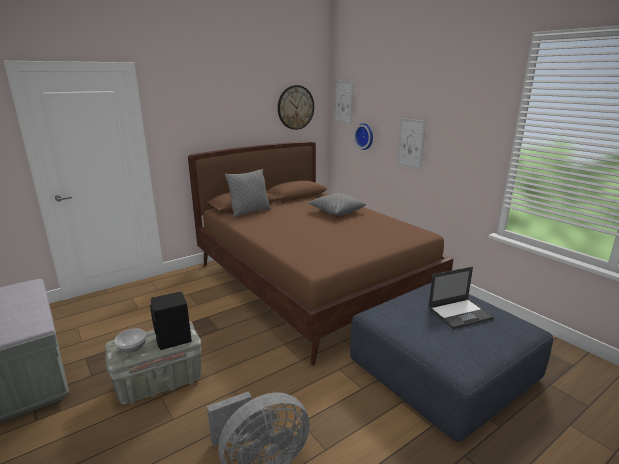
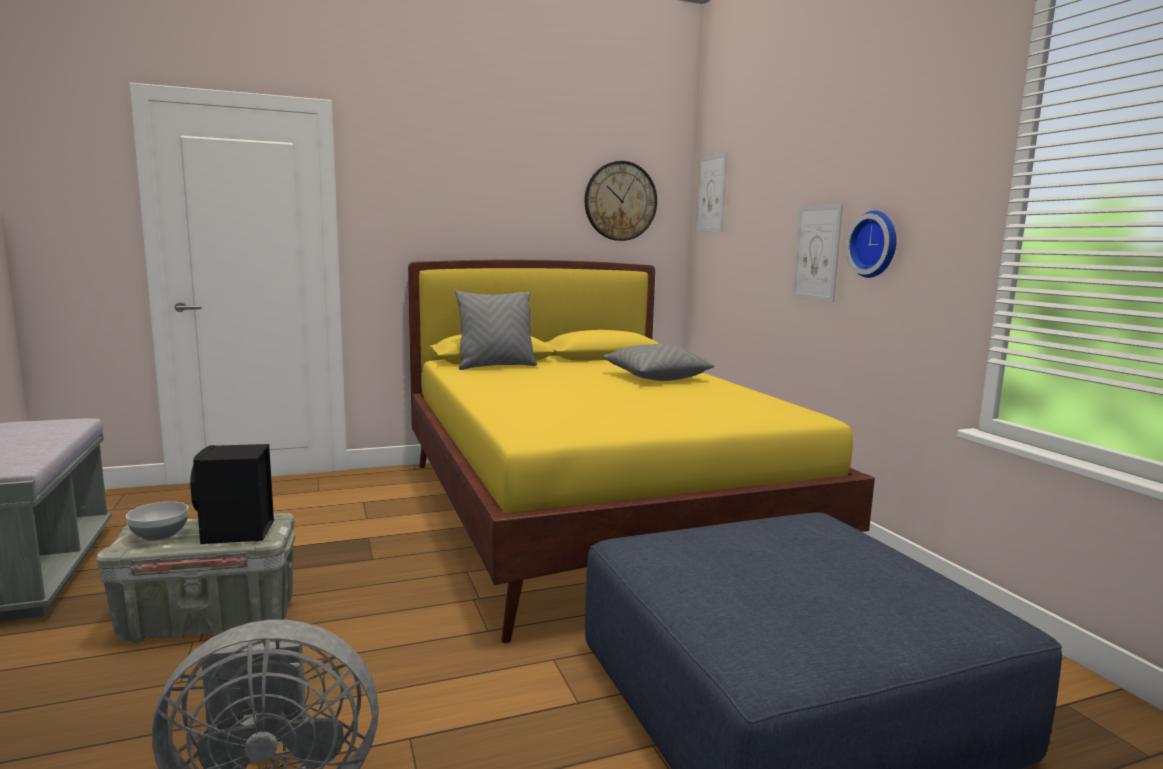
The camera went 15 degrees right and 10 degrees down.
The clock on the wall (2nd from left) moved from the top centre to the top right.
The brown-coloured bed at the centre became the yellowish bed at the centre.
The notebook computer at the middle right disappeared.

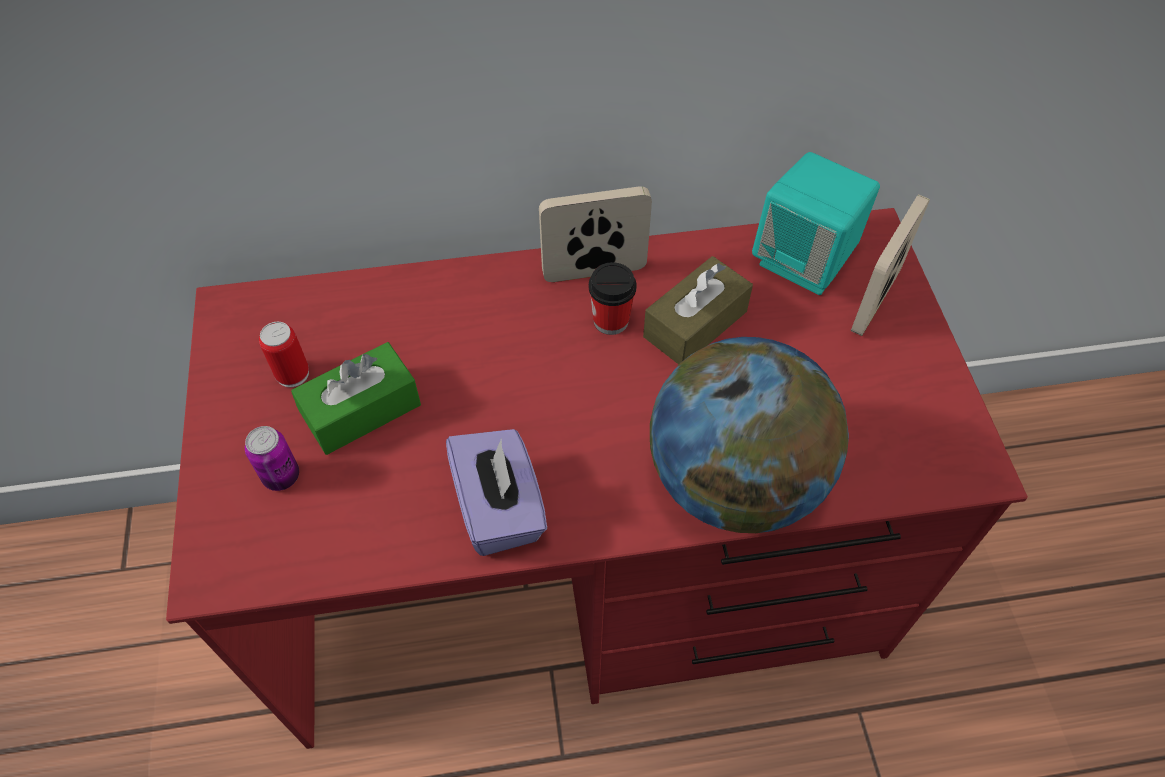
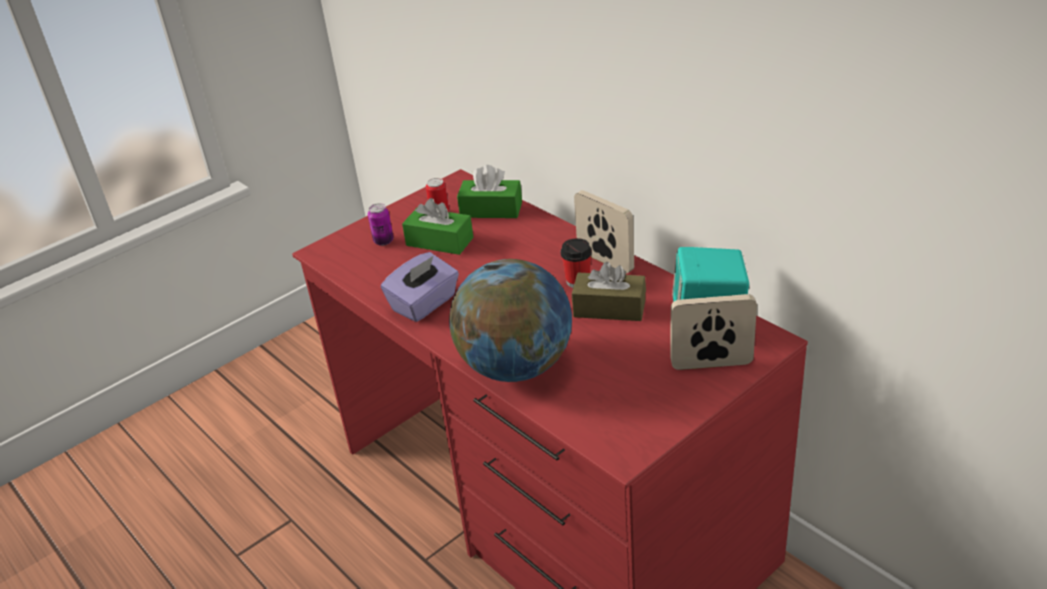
The camera went 60 degrees right and 20 degrees down.
The greenish box of tissues (2nd from left) at the top centre appeared.

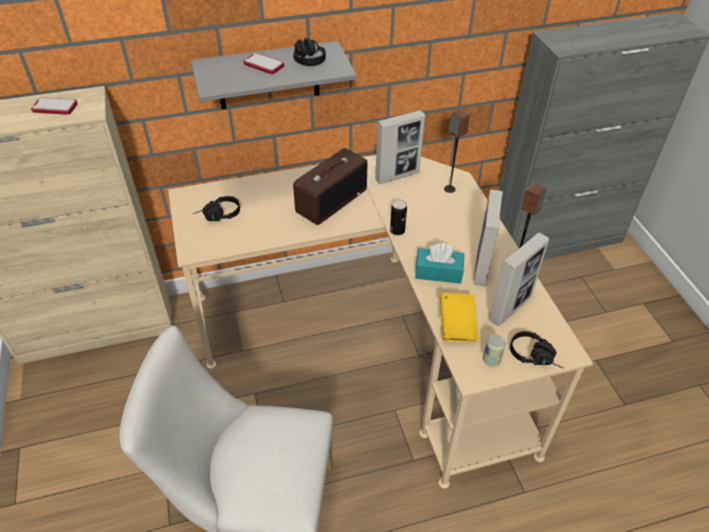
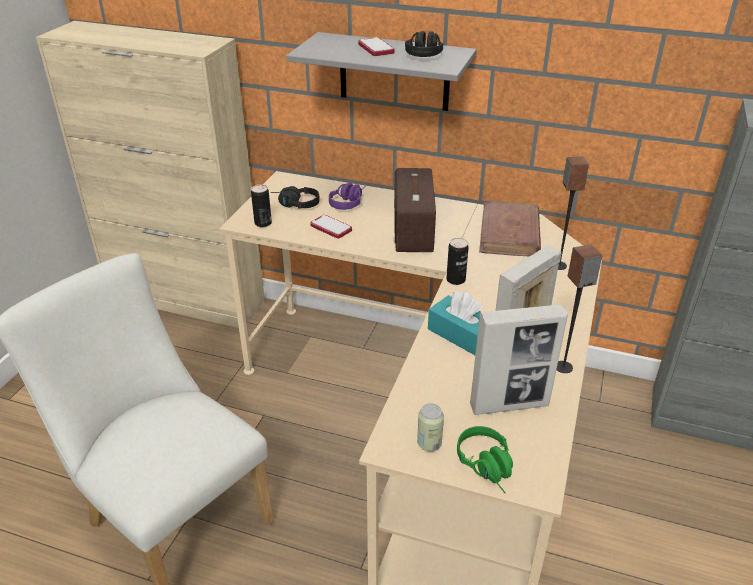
The camera went 35 degrees right and 10 degrees down.
The telephone (1st from left) moved from the top left to the centre.
The photo frame (1st from left) at the top centre was replaced by the brown-coloured bound book at the middle right.
The radio at the centre turned 105 degrees clockwise.
The yellowish bound book at the centre disappeared.
The black headphones (3rd from left) at the middle right became the greenish headphones at the bottom centre.
The purple-coloured headphones at the centre appeared.
The can (1st from left) at the centre appeared.

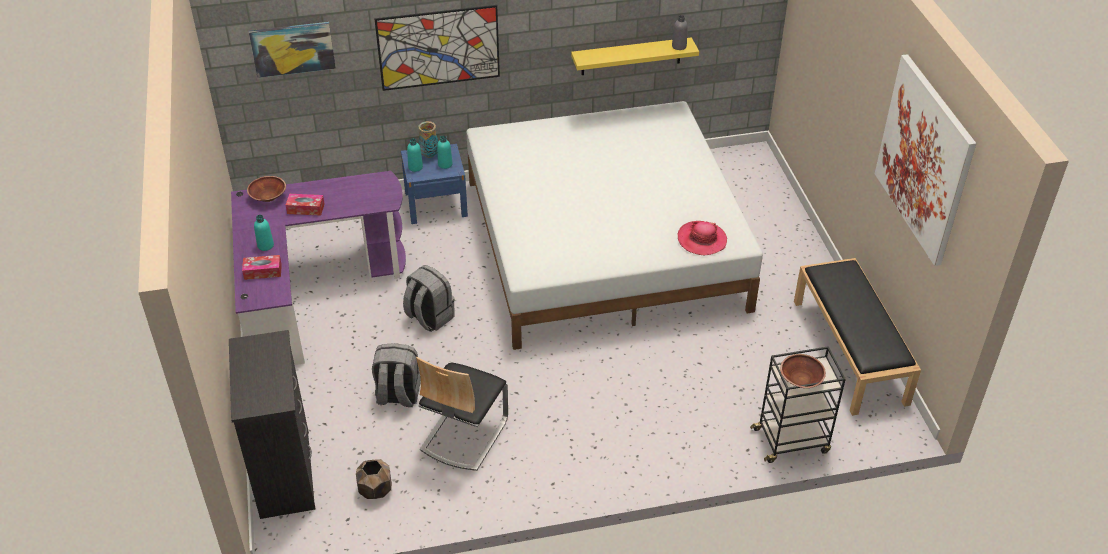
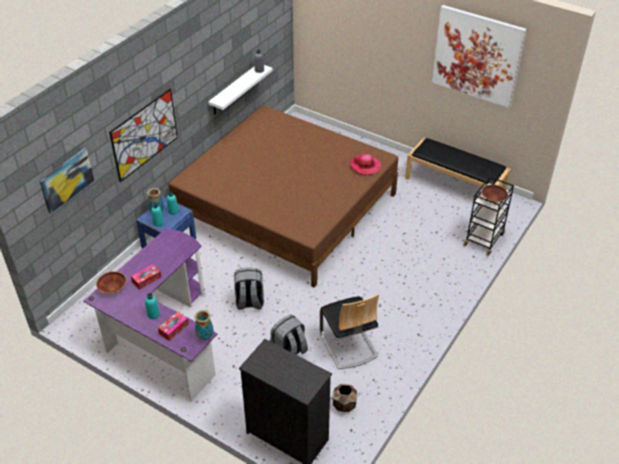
The camera went 45 degrees left and 0 degrees up.
The yellowish wall shelf at the top centre became the white wall shelf at the top centre.
The white bed at the centre became the brown-coloured bed at the centre.
The vase (2nd from left) at the bottom left appeared.

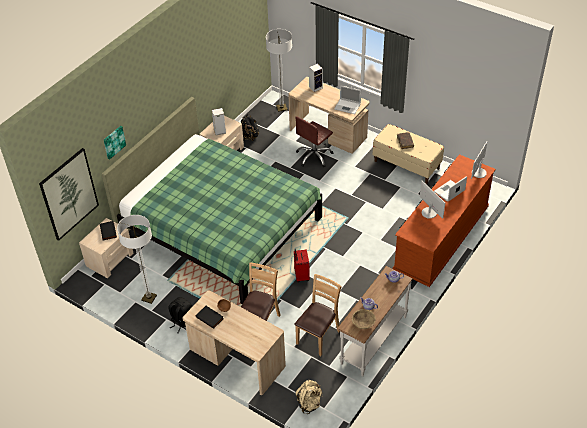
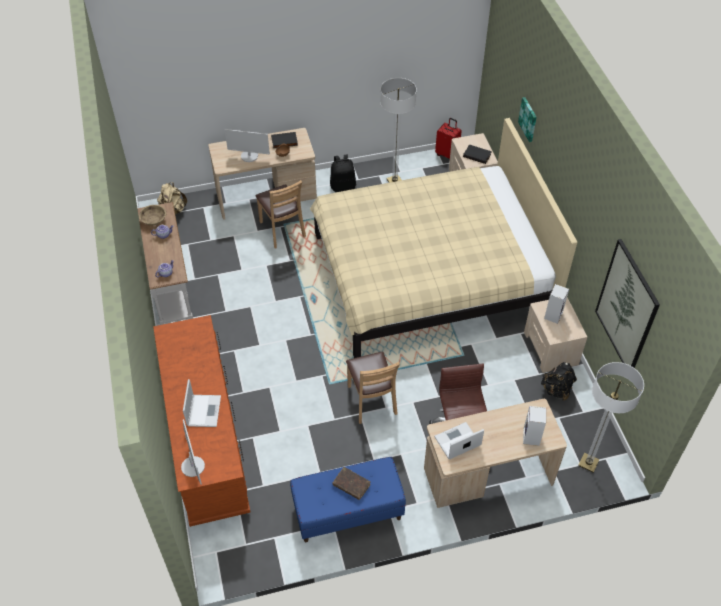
The camera went 130 degrees right and 5 degrees up.
The greenish bed at the centre became the sand-coloured bed at the centre.
The sand-coloured indoor bench at the middle right became the bluish indoor bench at the bottom centre.
The wall picture (1st from left in the first image) moved from the middle left to the middle right.
The computer screen (1st from left in the first image) moved from the middle right to the top centre.
The red piece of luggage moved from the centre to the top centre.
The brown-coloured upright chair (2nd from left) moved from the bottom centre to the centre.

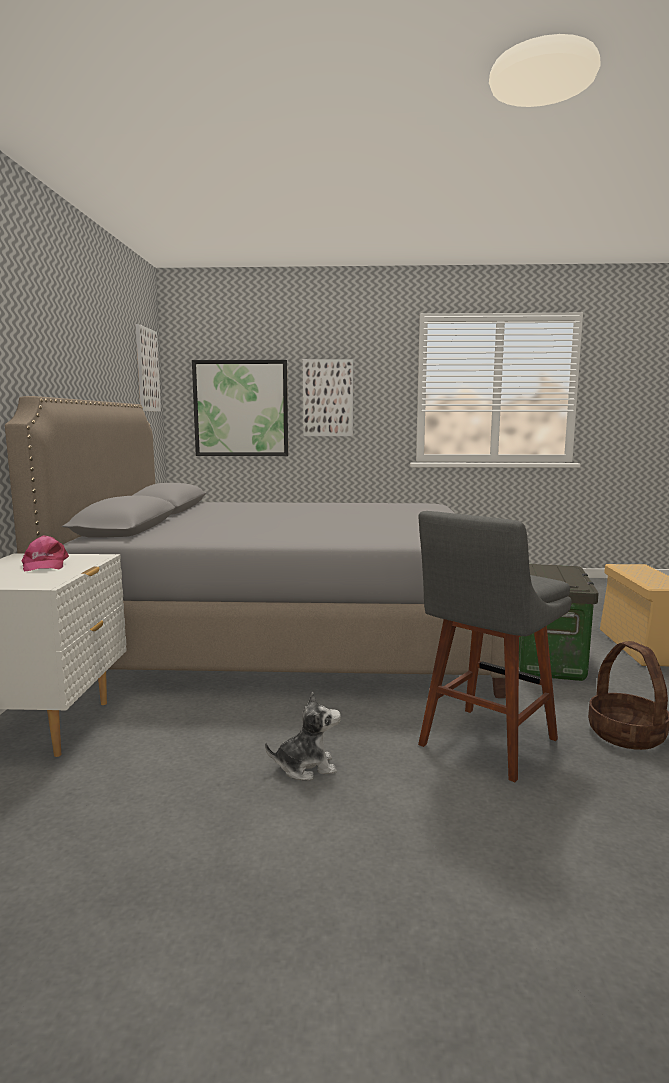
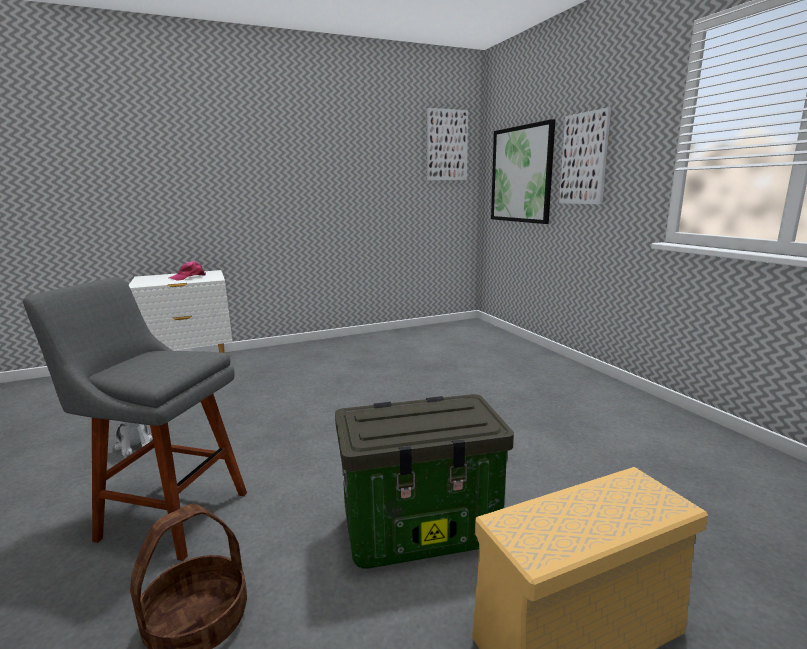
The camera went 65 degrees right and 5 degrees up.
The grey bed at the centre disappeared.

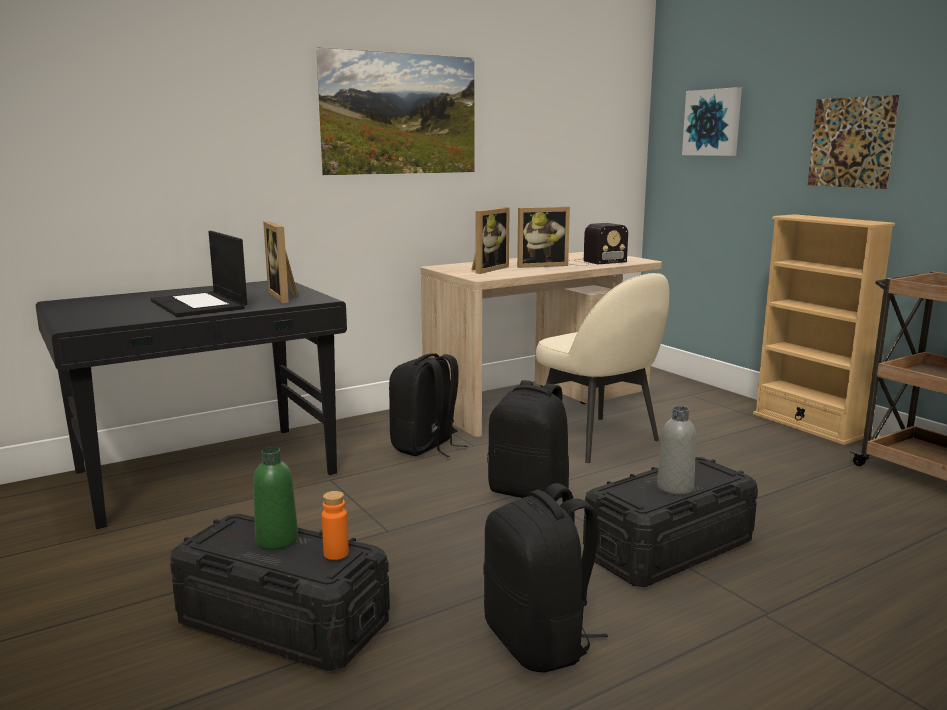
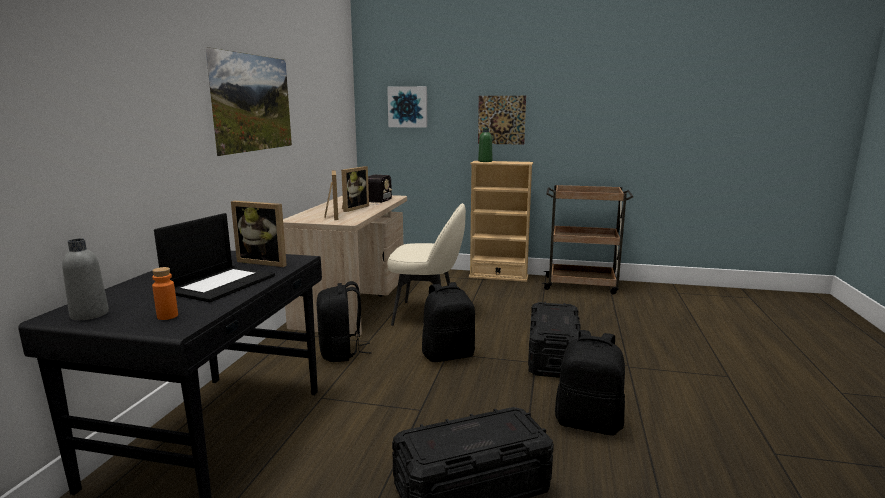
The camera went 45 degrees left and 0 degrees up.
The notebook computer at the middle left turned 75 degrees counterclockwise.
The grey beverage bottle moved from the middle right to the middle left.
The greenish beverage bottle moved from the bottom left to the top centre.
The orangey beverage bottle moved from the bottom centre to the middle left.

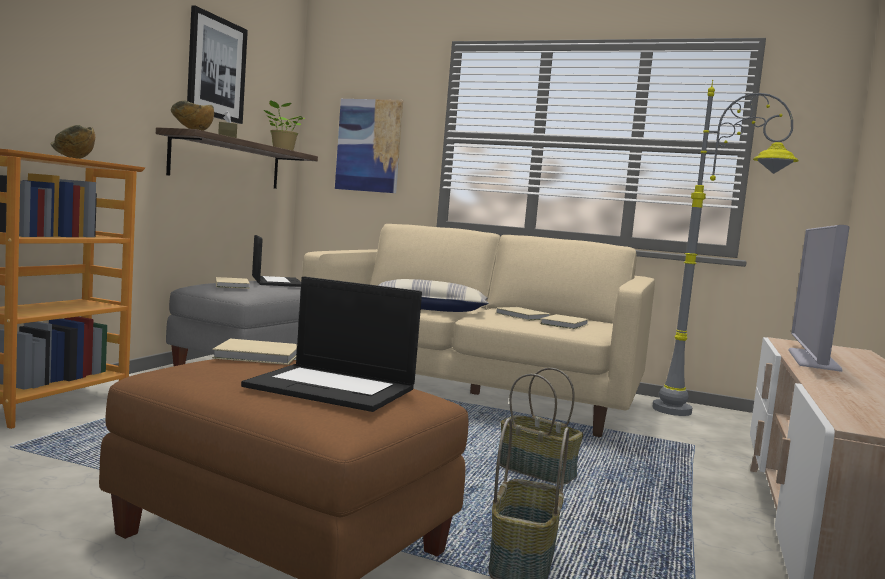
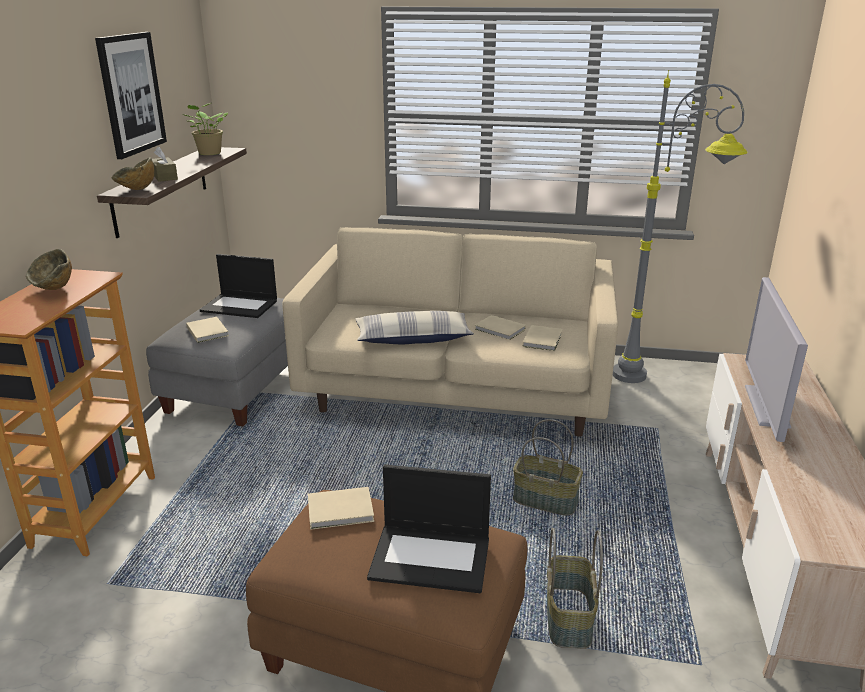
The camera went 10 degrees left and 20 degrees up.
The wall picture (2nd from left) at the top centre disappeared.
The notebook computer (1st from left) at the middle left turned 135 degrees clockwise.

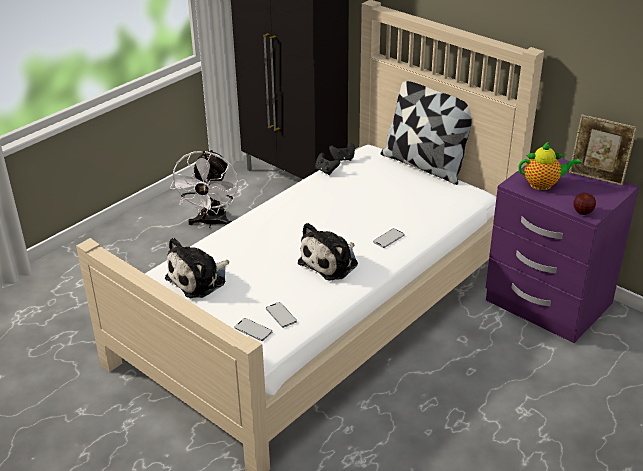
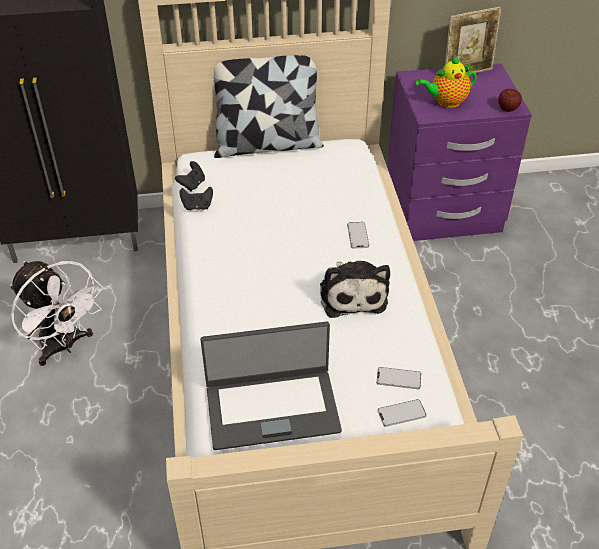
The camera went 50 degrees left and 10 degrees up.
The pot for tea at the middle right turned 150 degrees counterclockwise.
The plush toy (1st from left) at the middle left was replaced by the notebook computer at the bottom centre.

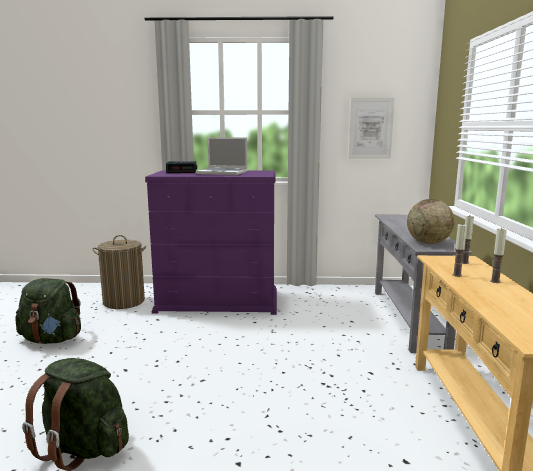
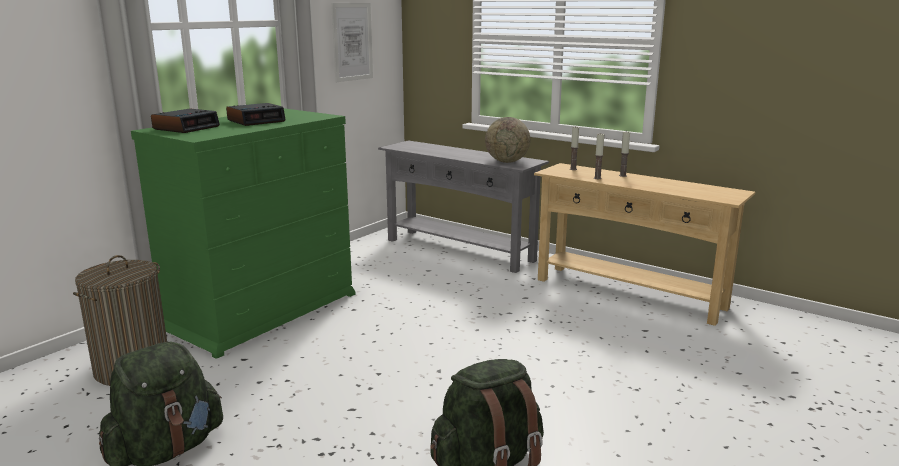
The camera went 55 degrees left and 5 degrees up.
The notebook computer at the top centre was replaced by the alarm clock (2nd from left) at the top left.
The purple-coloured dresser at the centre became the greenish dresser at the middle left.

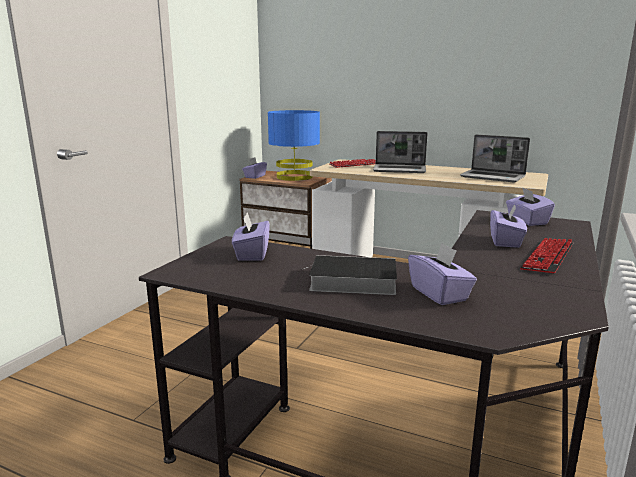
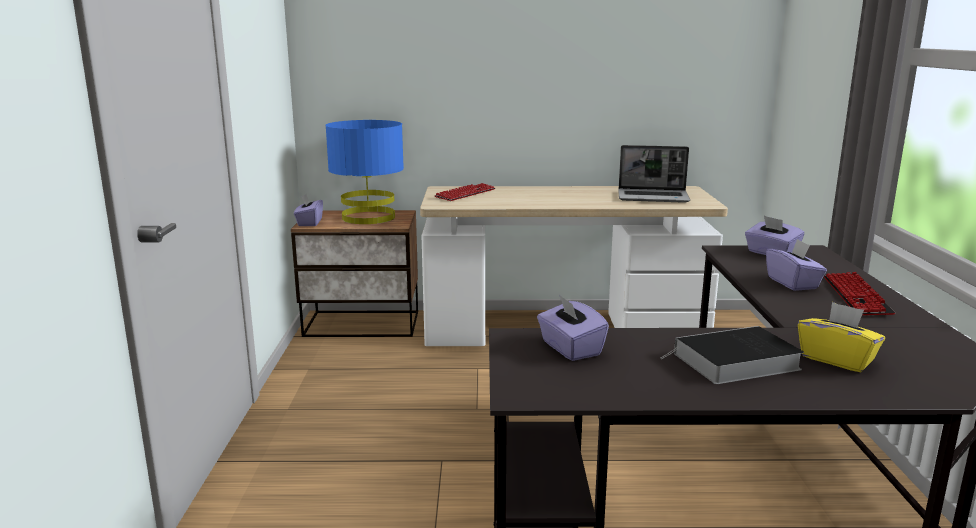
The camera went 25 degrees left and 0 degrees up.
The notebook computer (1st from left) at the top centre disappeared.
The purple-coloured box of tissues (3rd from left) at the middle right became the yellowish box of tissues at the middle right.

